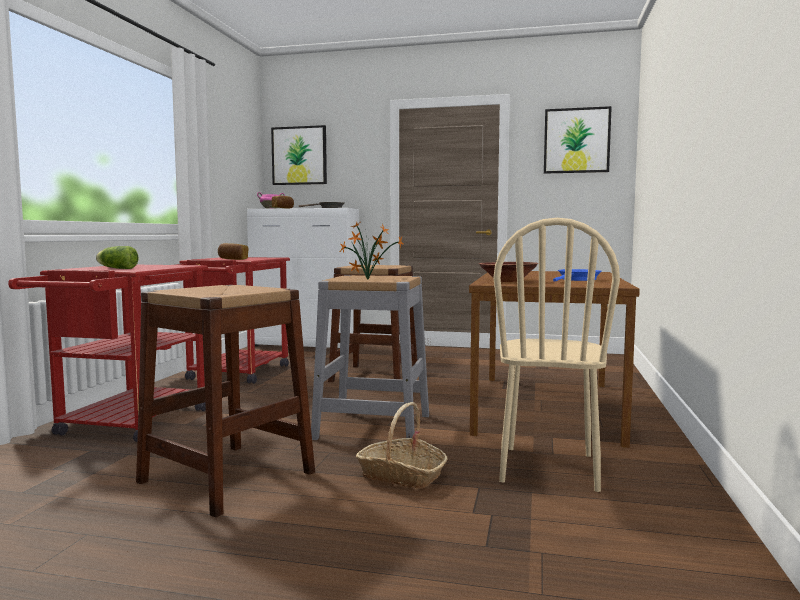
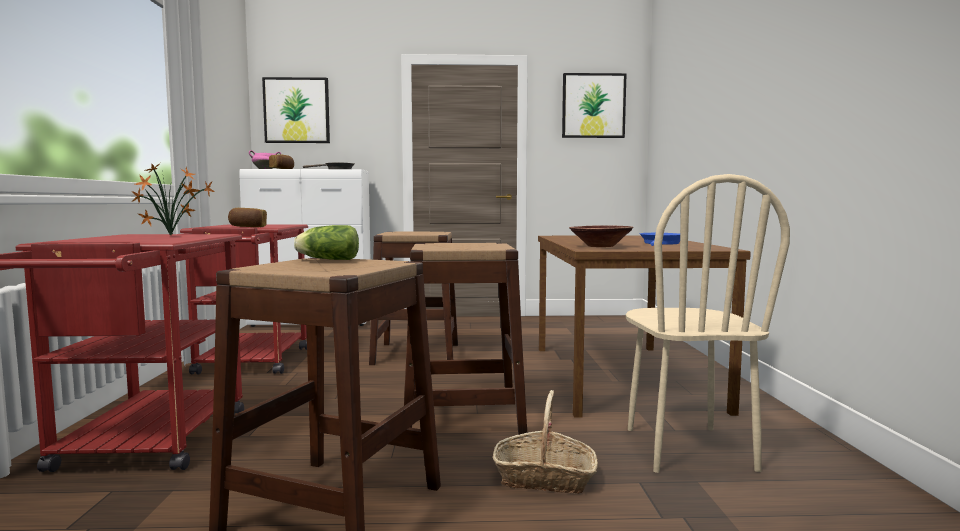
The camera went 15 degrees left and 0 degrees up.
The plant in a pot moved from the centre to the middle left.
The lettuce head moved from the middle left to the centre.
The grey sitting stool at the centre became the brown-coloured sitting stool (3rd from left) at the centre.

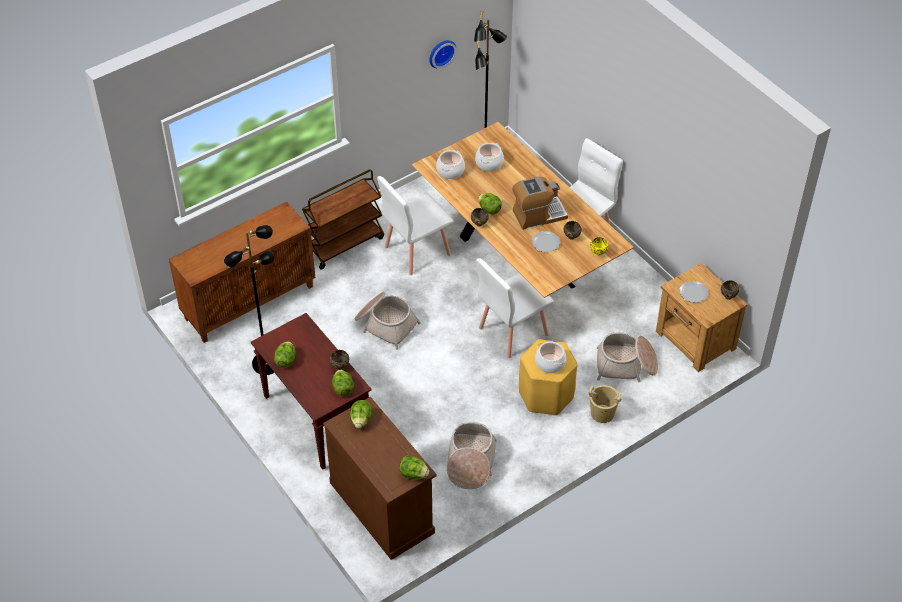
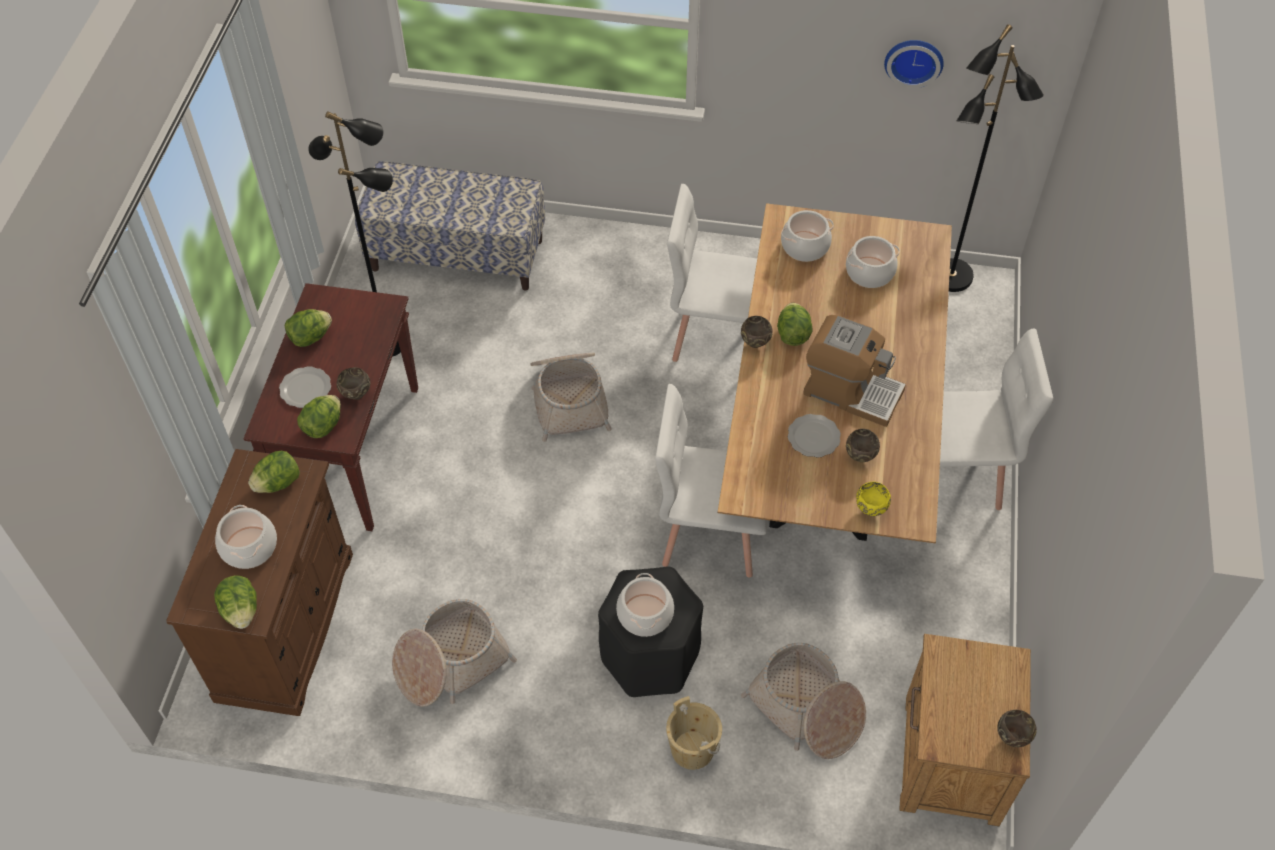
The camera went 45 degrees right and 5 degrees up.
The brown-coloured cart at the centre disappeared.
The brown-coloured cupboard (1st from left) at the middle left was replaced by the indoor bench at the top centre.
The dinner plate (2nd from left in the first image) moved from the middle right to the middle left.
The yellowish sitting stool at the centre became the black sitting stool at the bottom centre.
The saucepot (1st from left) at the middle left appeared.

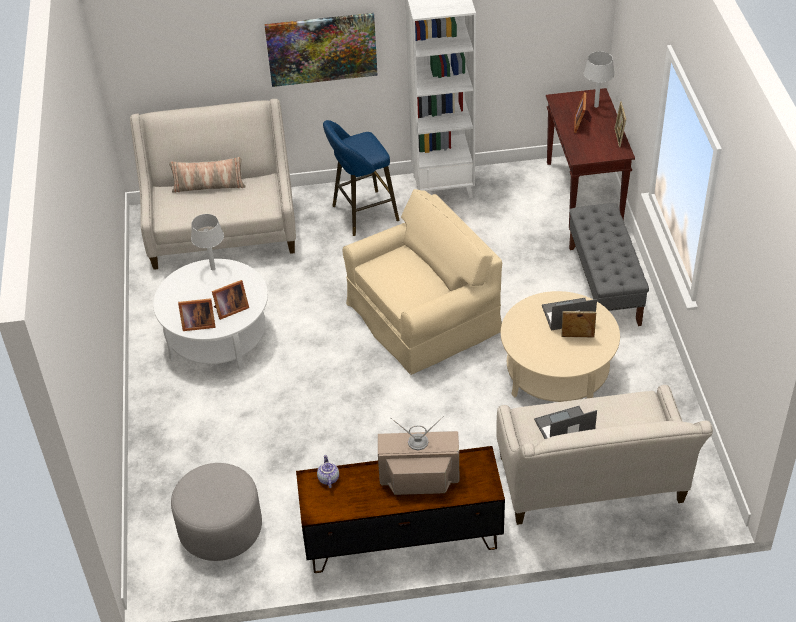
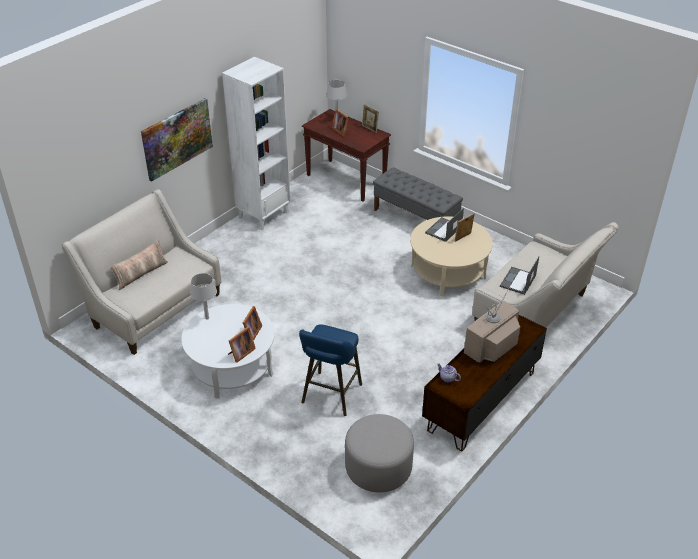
The camera went 45 degrees left and 5 degrees down.
The bluish sitting stool moved from the top centre to the centre.
The sand-coloured lounge chair at the centre disappeared.

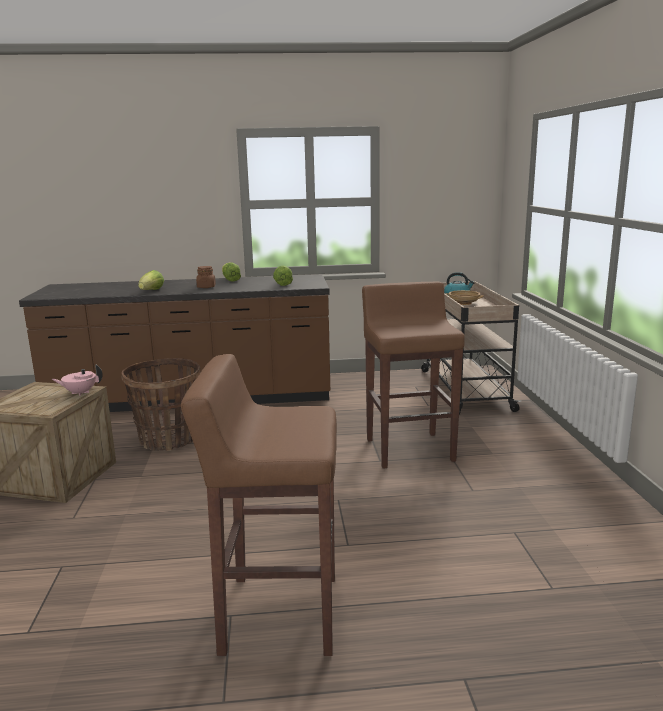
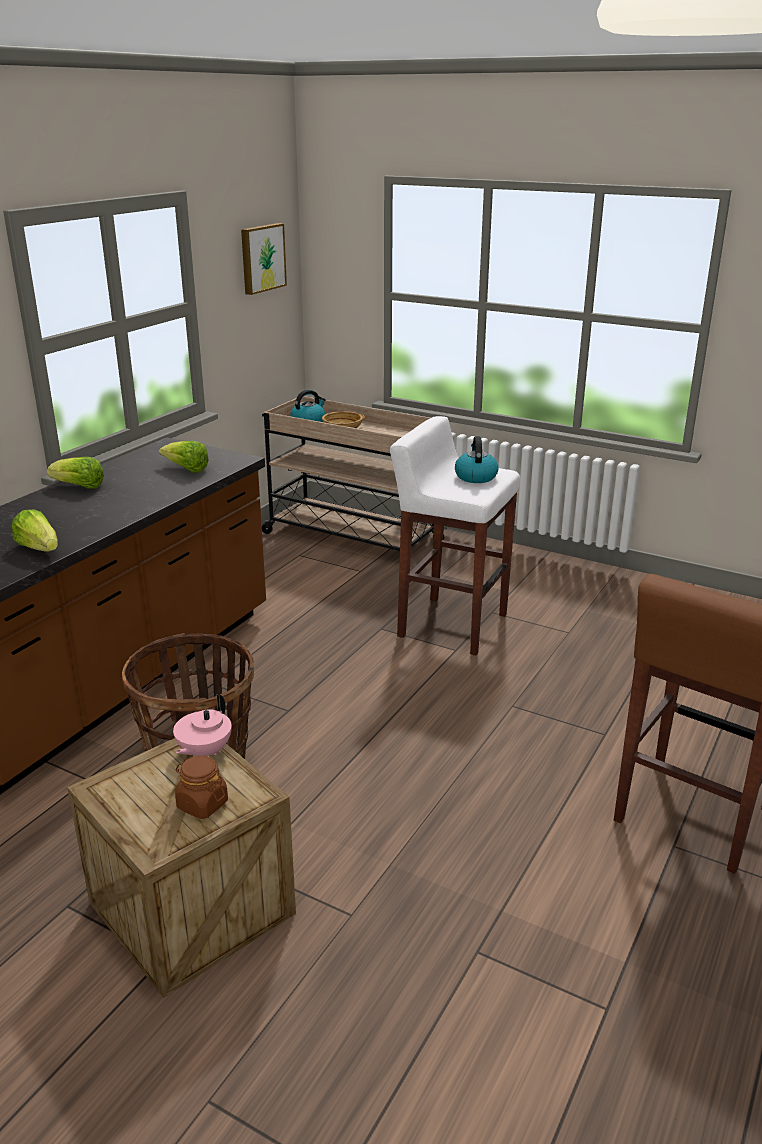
The camera went 55 degrees left and 10 degrees up.
The brown-coloured preserve jar moved from the middle left to the bottom left.
The brown-coloured sitting stool (2nd from left) at the centre became the white sitting stool at the centre.
The wall picture at the top centre appeared.
The tea kettle (2nd from left) at the centre appeared.

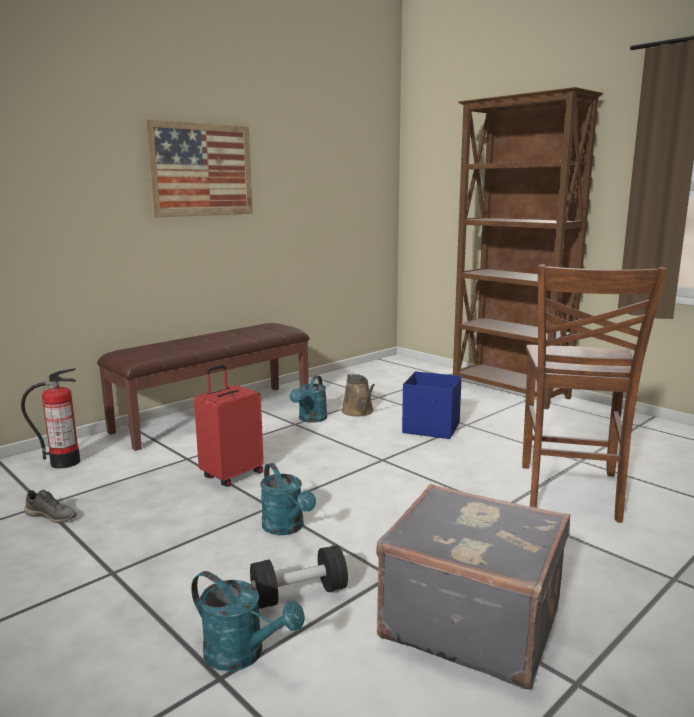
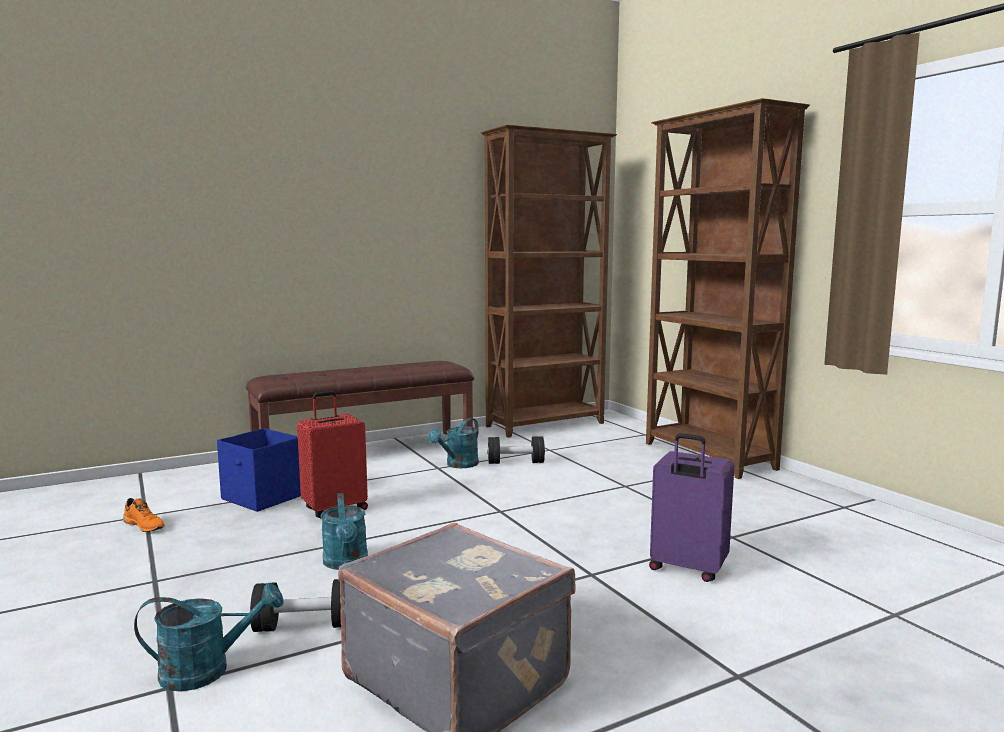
The camera went 15 degrees right and 5 degrees down.
The wall picture at the top left disappeared.
The brown-coloured upright chair at the middle right was replaced by the purple-coloured piece of luggage at the bottom right.
The extinguisher at the middle left disappeared.
The bluish storage bin moved from the centre to the middle left.
The brown-coloured watering pot at the centre was replaced by the black free weight (2nd from left) at the centre.
The grey low shoe at the bottom left became the orangey low shoe at the bottom left.
The turquoise watering pot (1st from left) at the bottom centre turned 60 degrees counterclockwise.
The brown-coloured shelving unit (1st from left) at the centre appeared.

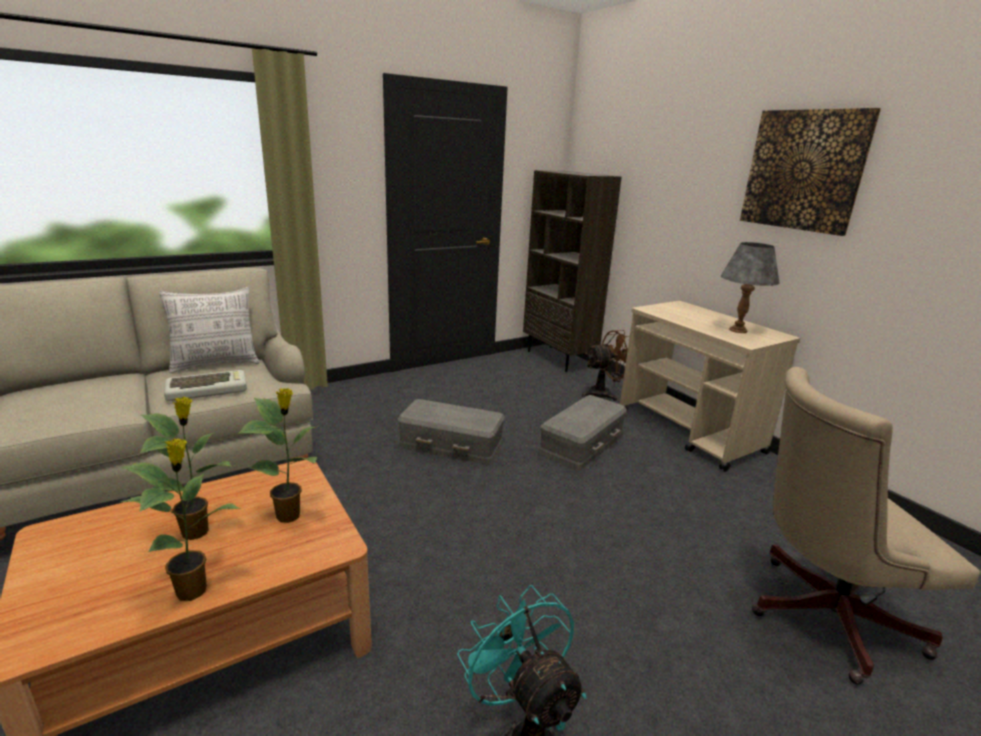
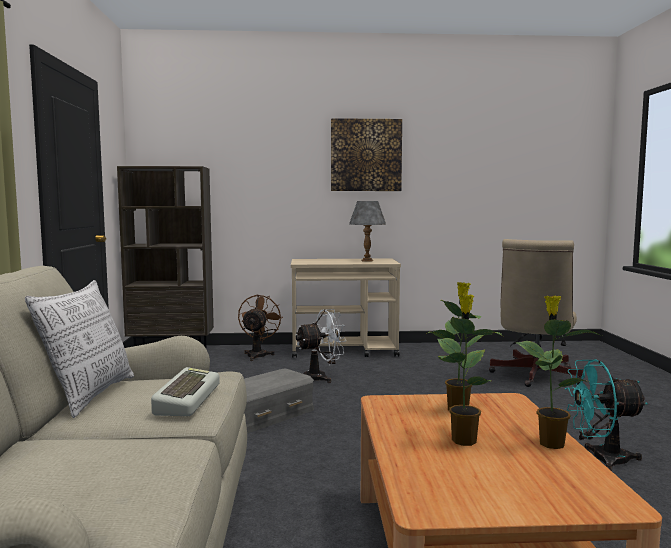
The camera went 60 degrees left and 15 degrees down.
The grey storage bin (2nd from left) at the centre was replaced by the white cooling fan at the centre.

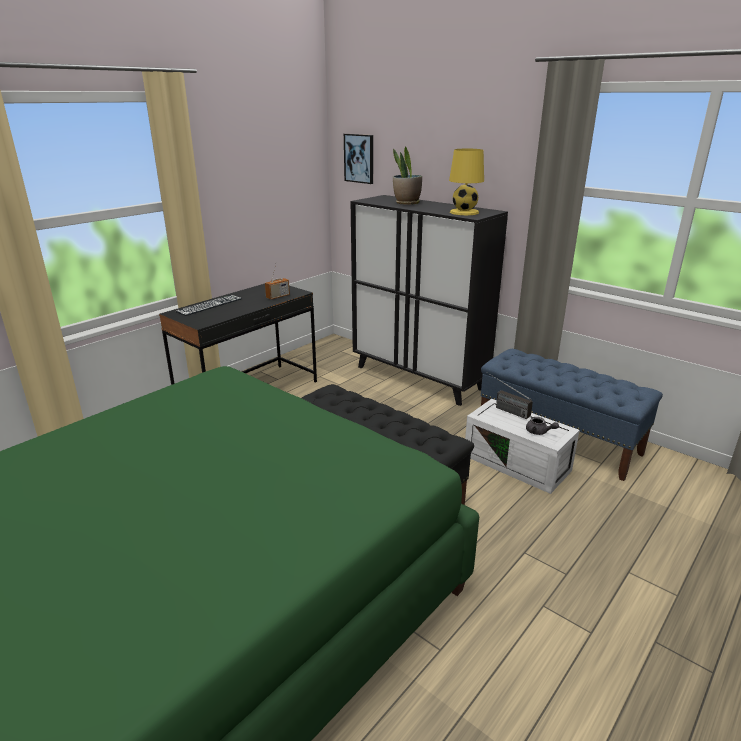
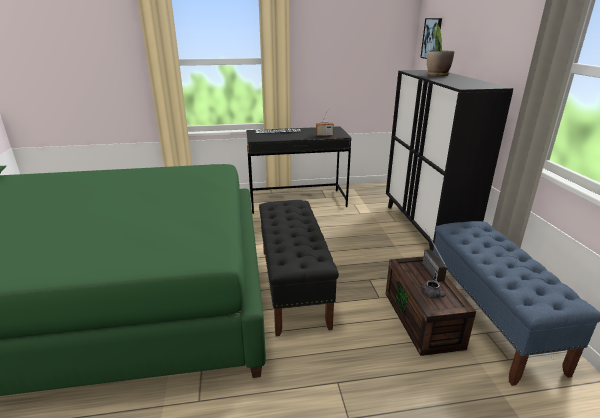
The camera went 40 degrees right and 0 degrees up.
The yellowish tabletop lamp at the top centre disappeared.
The white storage bin at the middle right became the brown-coloured storage bin at the bottom right.

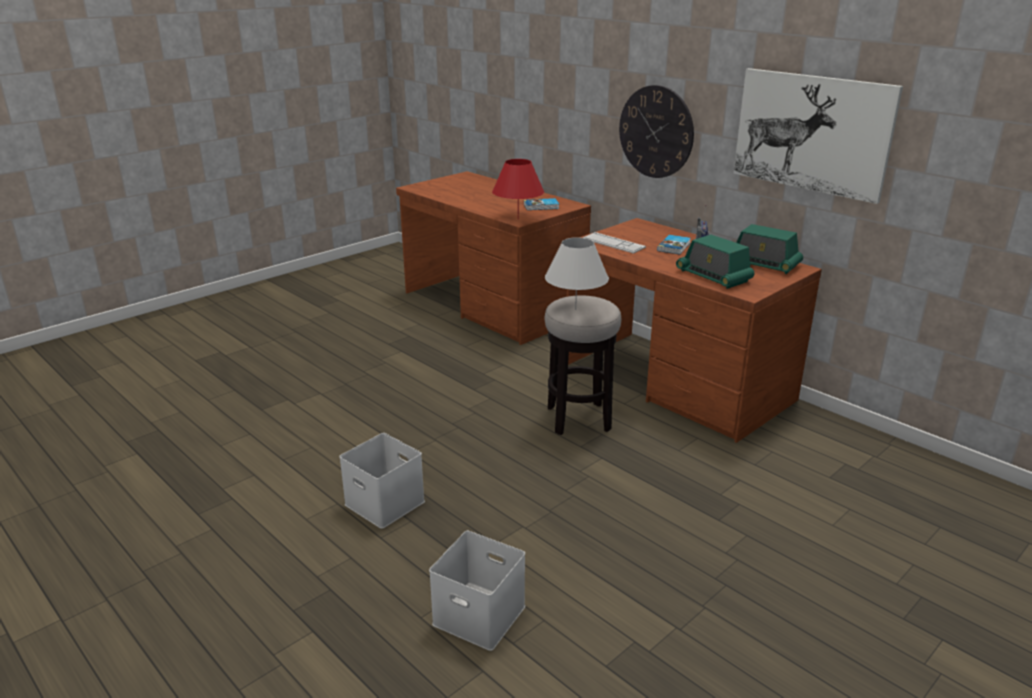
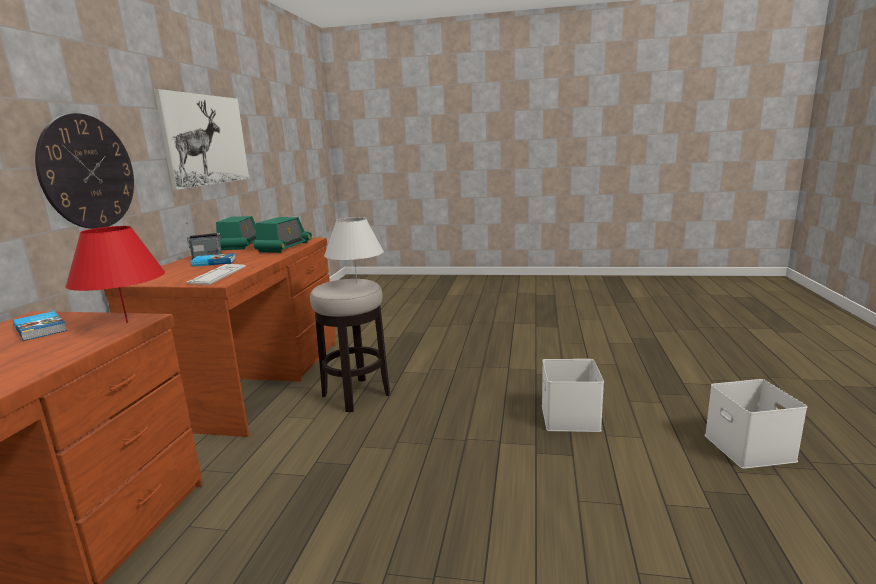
The camera went 125 degrees left and 10 degrees down.
The white storage bin (2nd from left) moved from the bottom centre to the bottom right.

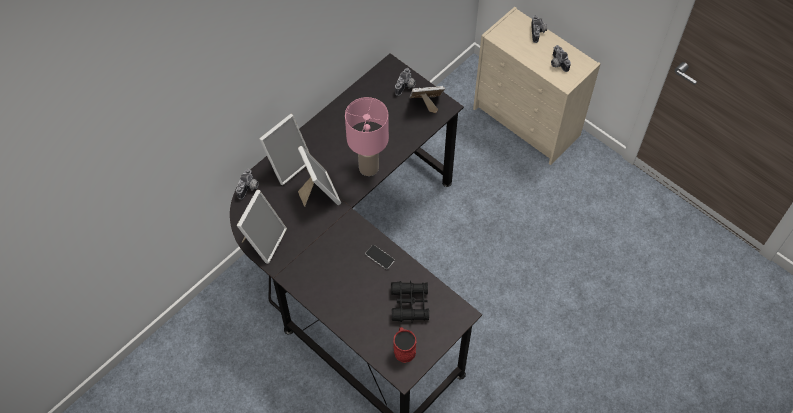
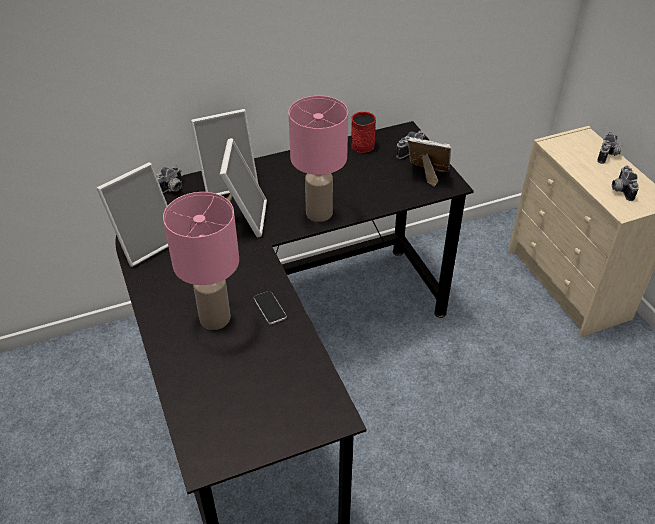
The camera went 25 degrees right and 15 degrees down.
The black binoculars at the bottom centre disappeared.
The red mug moved from the bottom centre to the top centre.
The pink-coloured tabletop lamp (1st from left) at the middle left appeared.

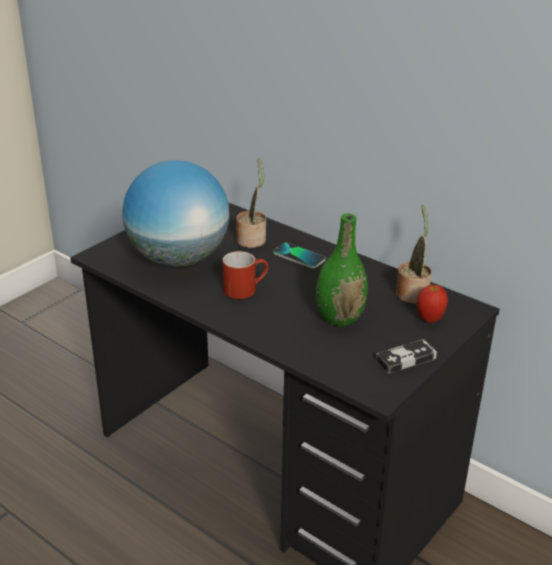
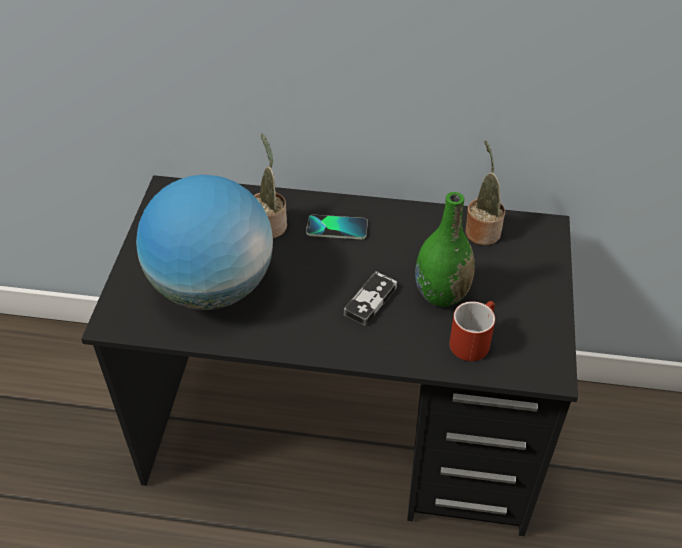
The camera went 30 degrees left and 15 degrees up.
The red mug moved from the centre to the middle right.
The apple fruit at the middle right disappeared.
The game controller moved from the middle right to the centre.

